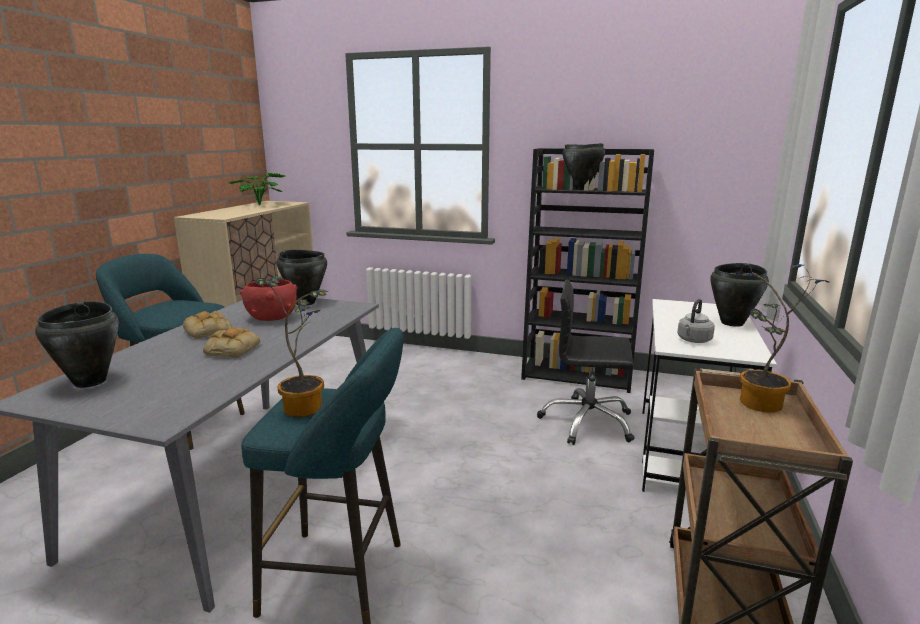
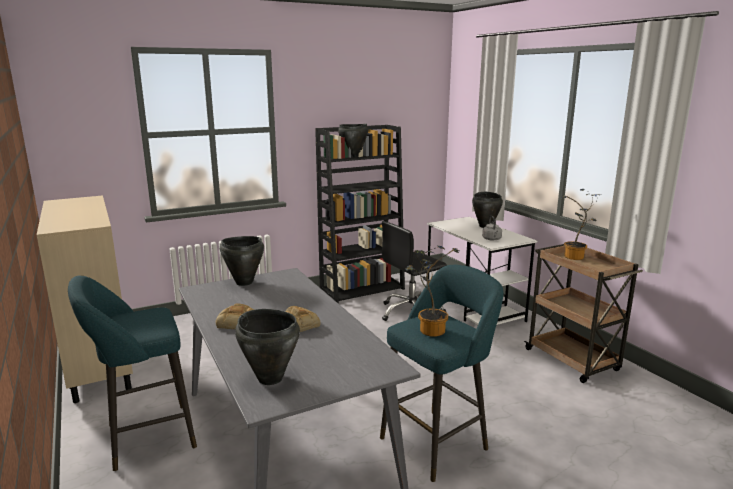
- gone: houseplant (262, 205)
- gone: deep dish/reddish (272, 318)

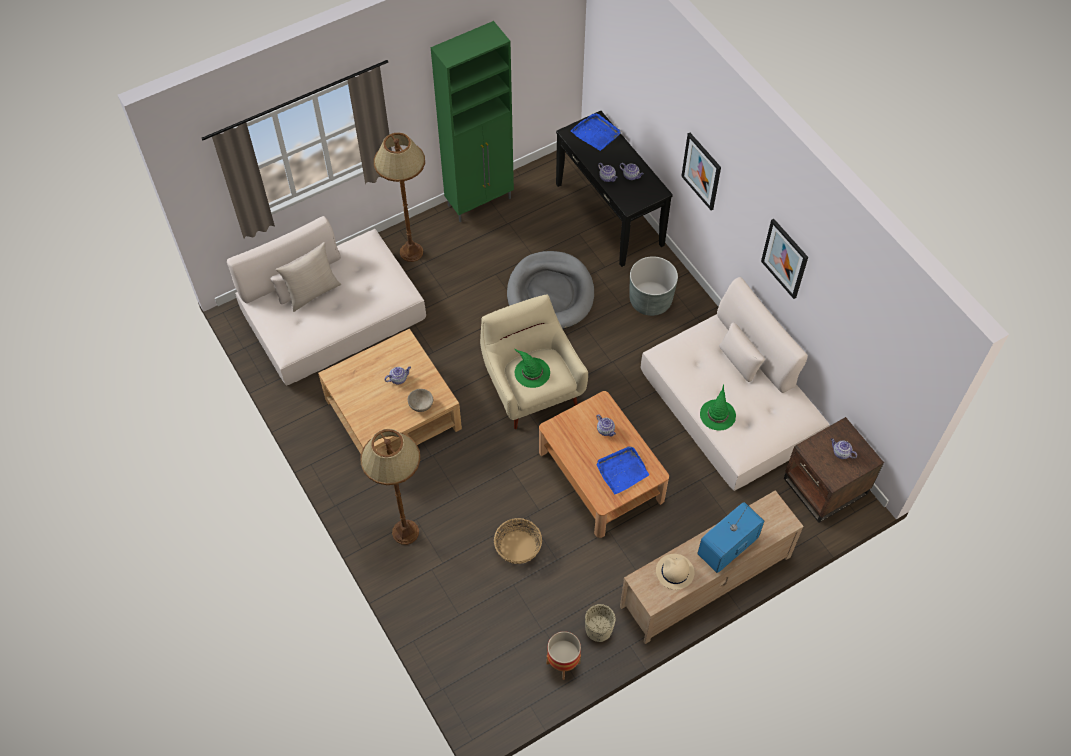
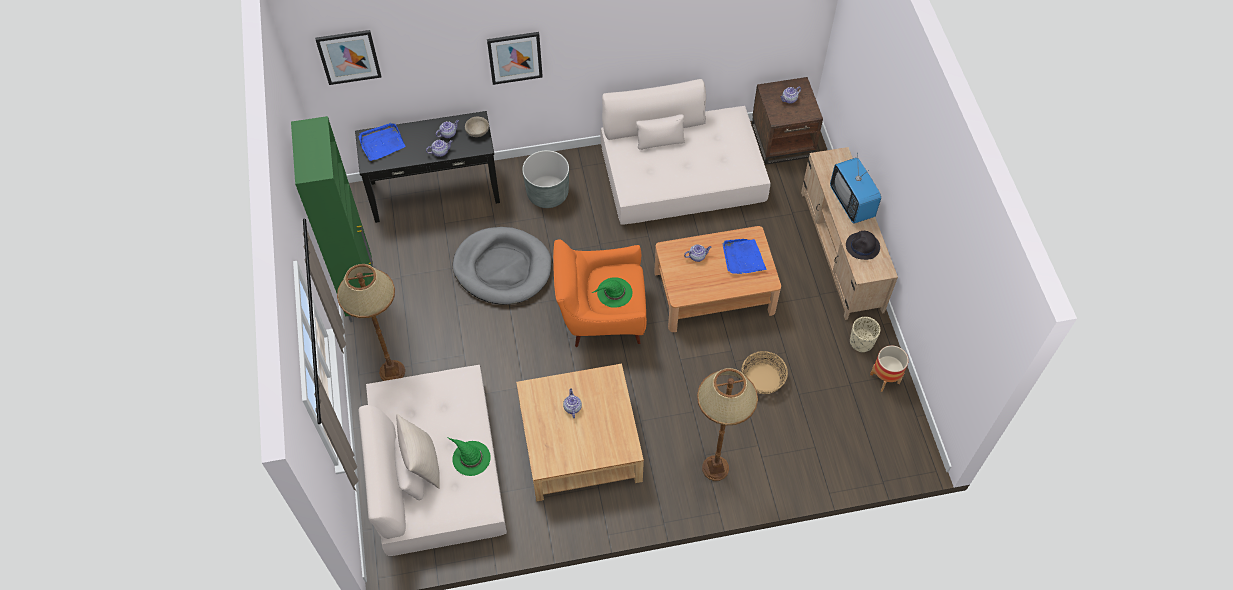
- shifted: deep dish/beige-coloured (421, 404) to (477, 132)
- shifted: wearable hat/greenish (717, 414) to (470, 458)
- shifted: picture (785, 258) to (349, 56)
- repainted: easy chair/beige-coloured (531, 388) to easy chair/orangey (600, 316)
- repainted: wearable hat/beige-coloured (674, 572) to wearable hat/black-coloured (862, 246)

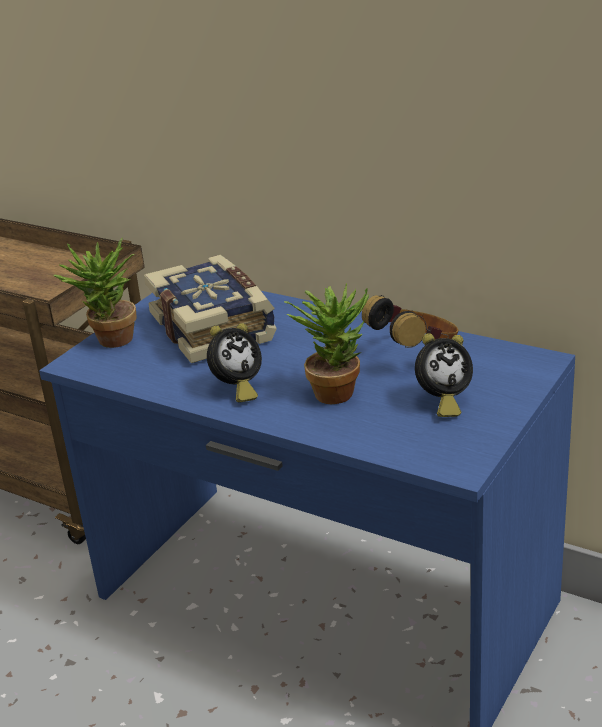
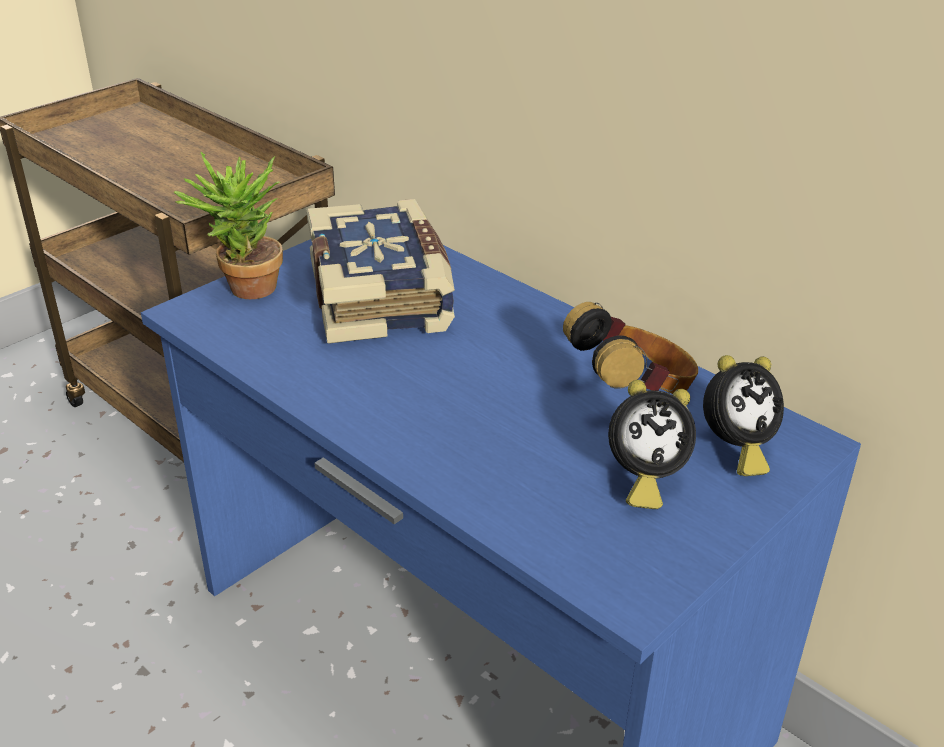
- gone: houseplant (337, 389)
- shifted: alarm clock (237, 389) to (734, 450)

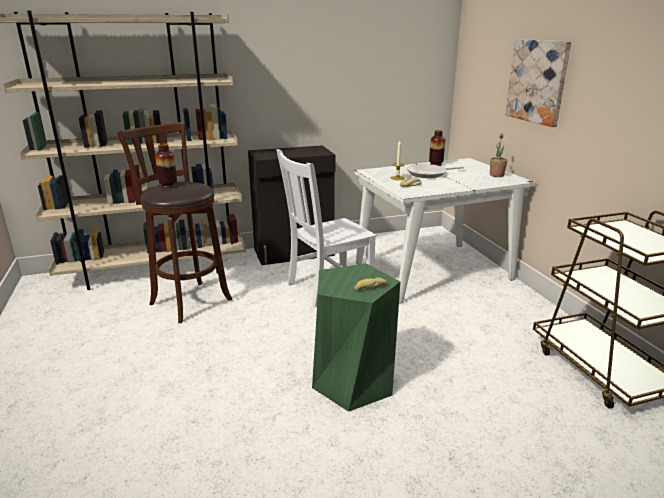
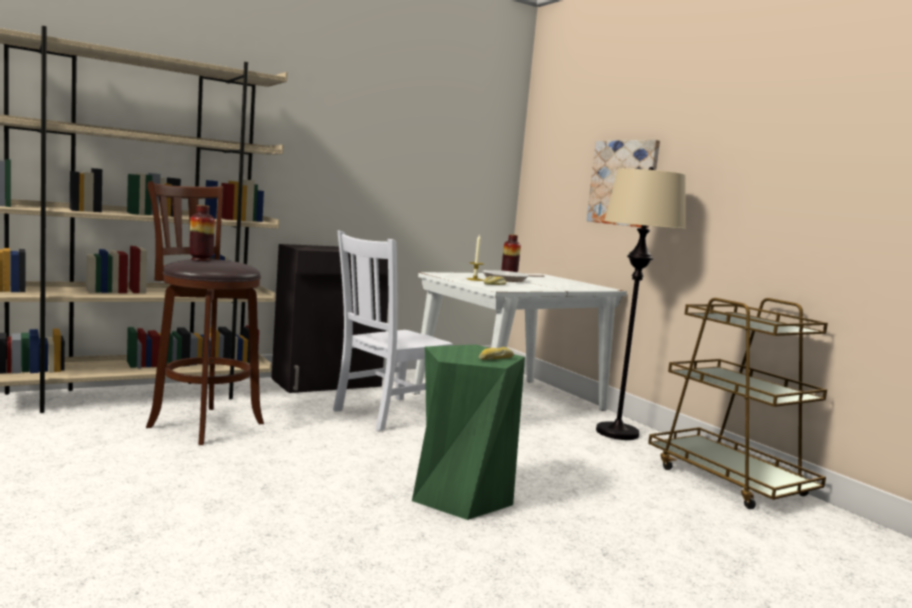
- gone: houseplant (496, 175)
- new: standing lamp/beige-coloured (617, 433)

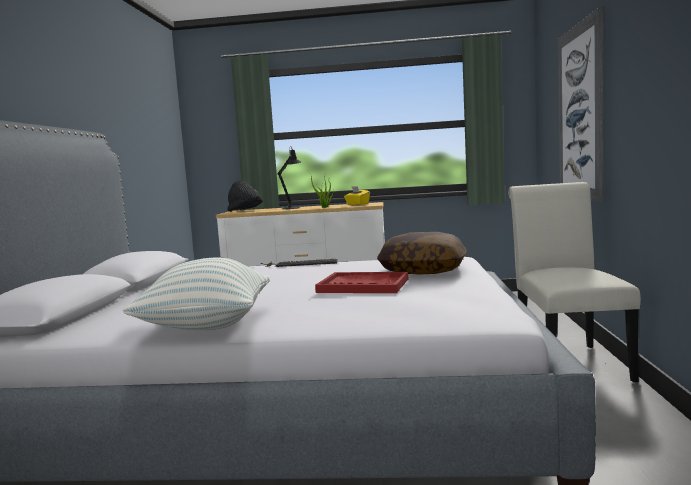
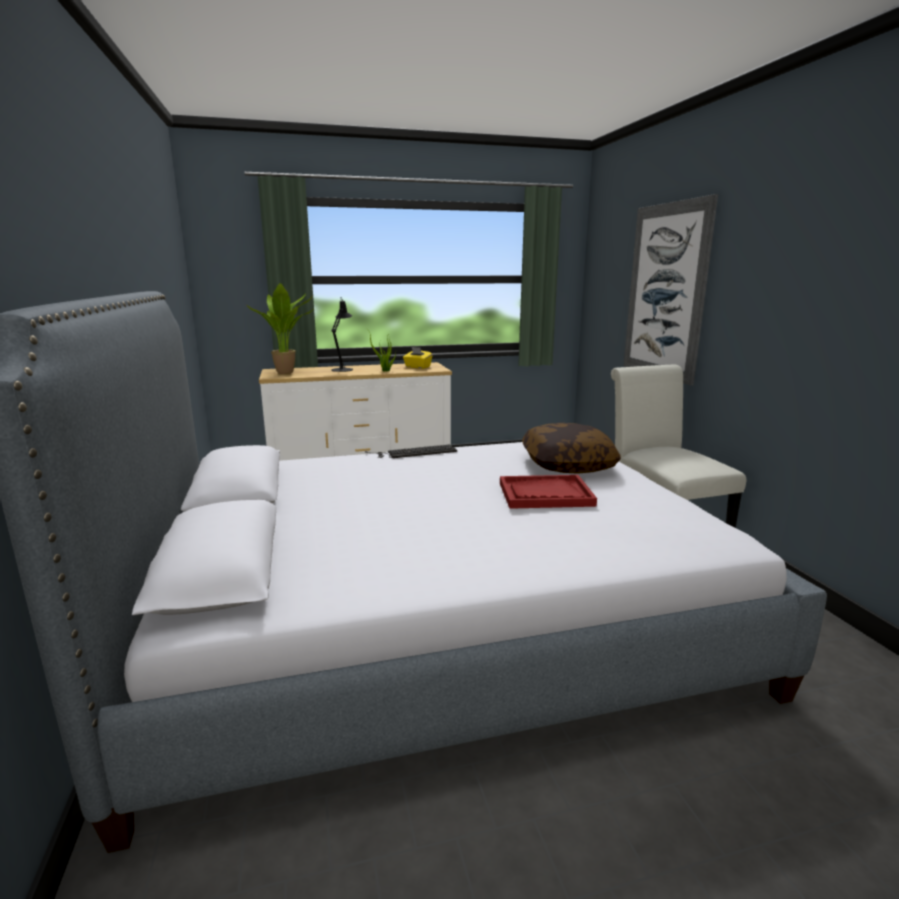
- gone: throw pillow (207, 326)
- swapped: wearable hat/black-coloured (245, 211) to houseplant (288, 373)

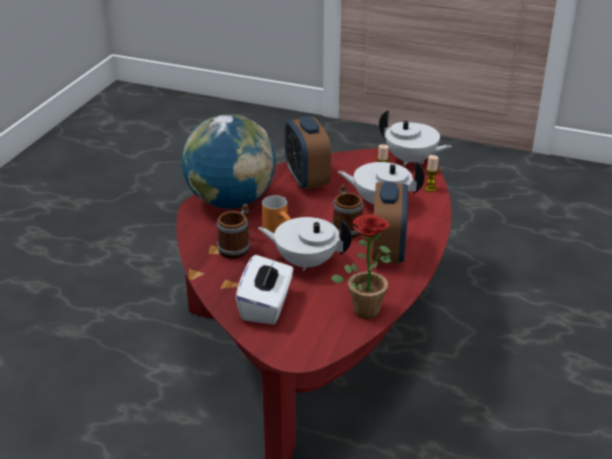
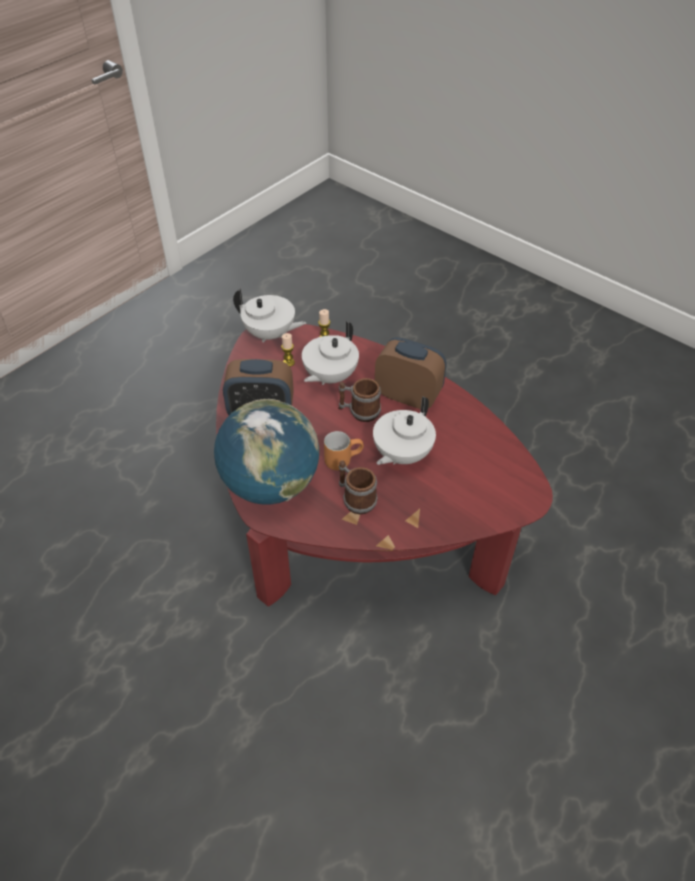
- gone: tissue box/white-coloured (266, 306)
- gone: houseplant (365, 306)
- rotated: teapot/white-coloured (411, 160) = (270, 334) 60 degrees clockwise

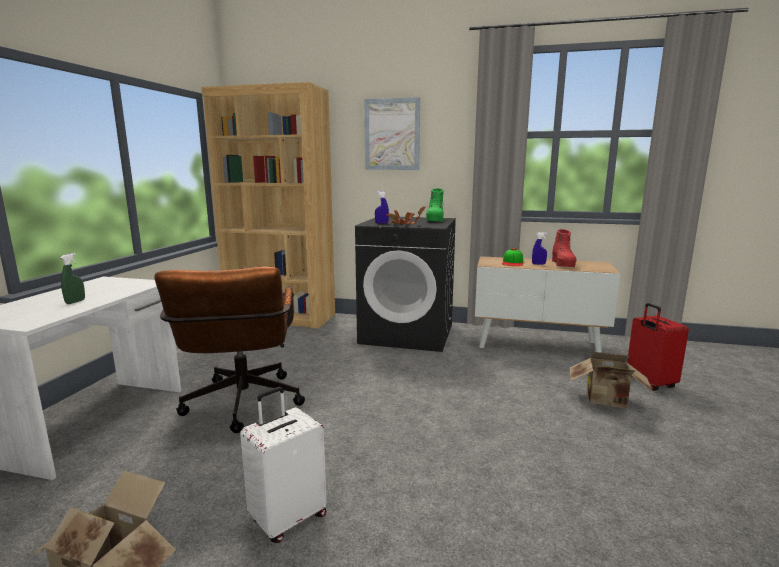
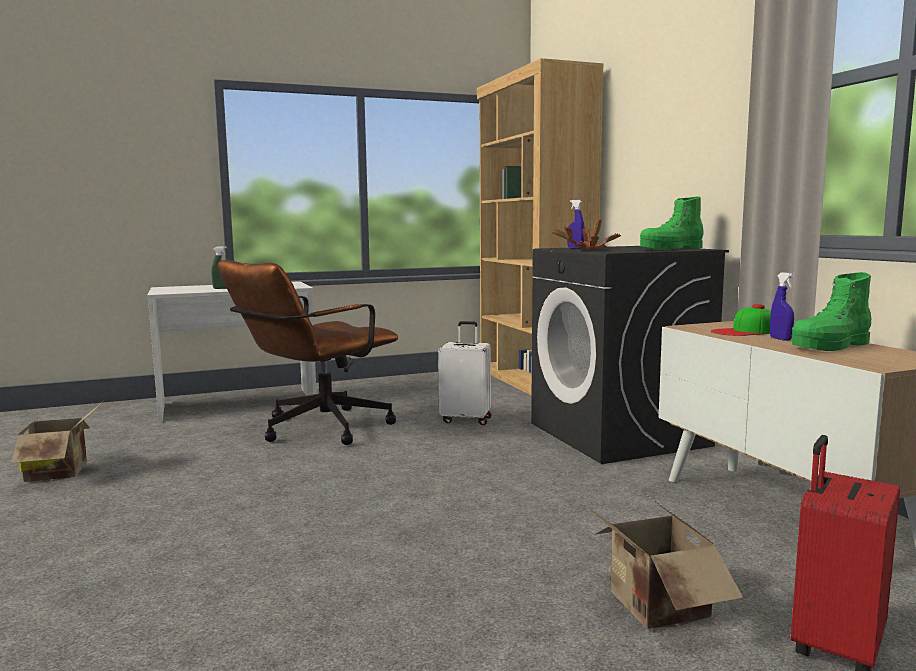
- gone: picture (392, 134)
- shifted: piece of luggage/white-coloured (288, 518) to (466, 420)
- repainted: tall boot/reddish (563, 264) to tall boot/greenish (831, 346)

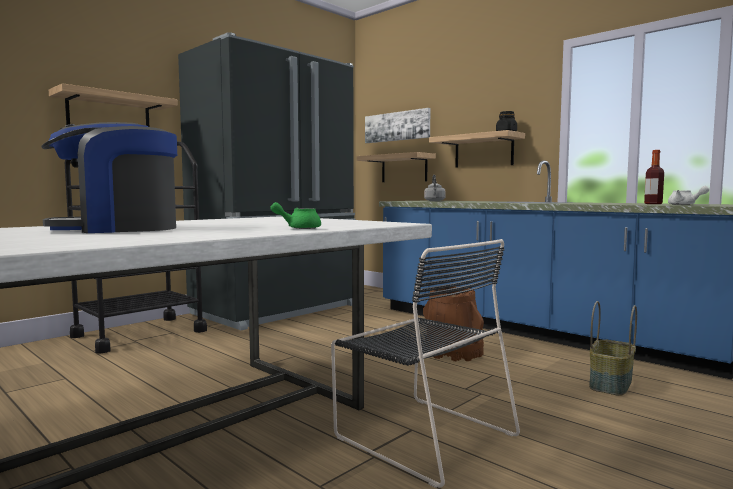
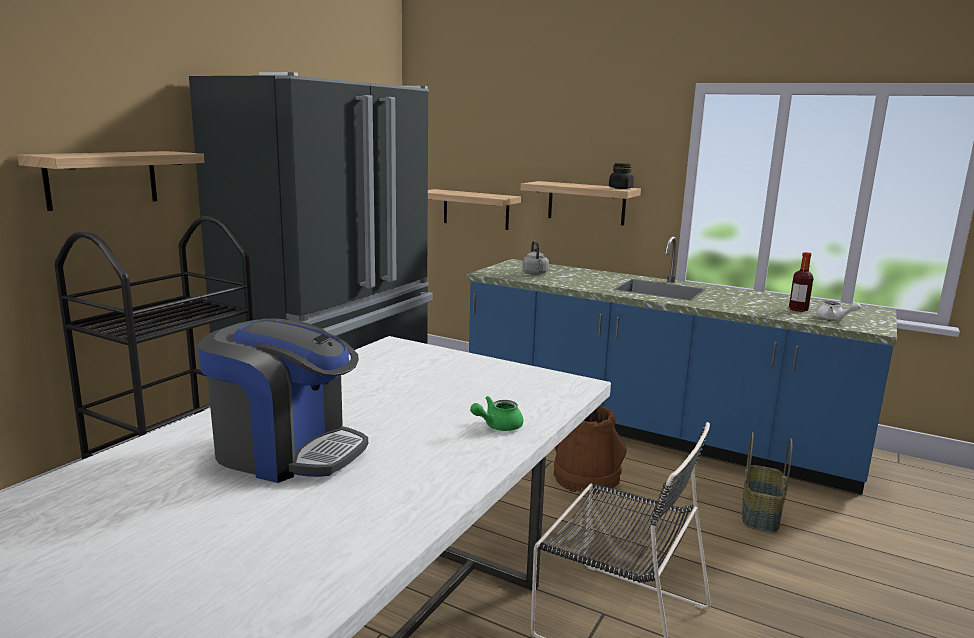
- gone: picture (397, 126)
- rotated: coffee brewer (118, 229) = (287, 451) 120 degrees counterclockwise

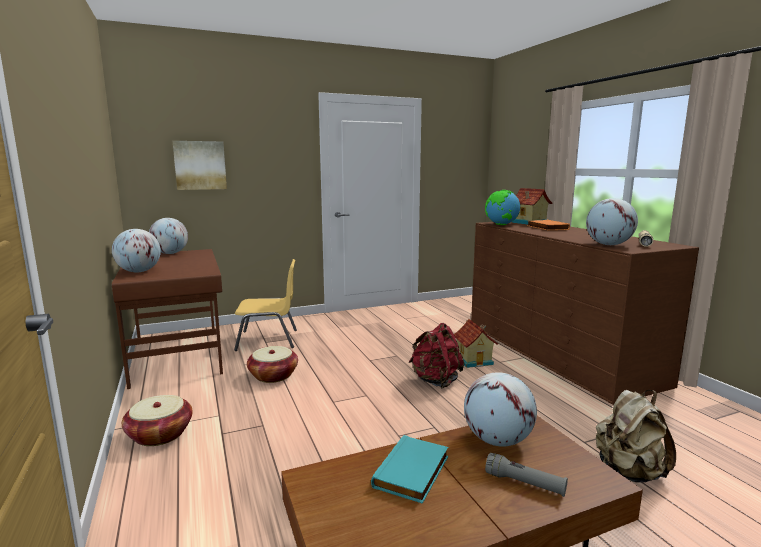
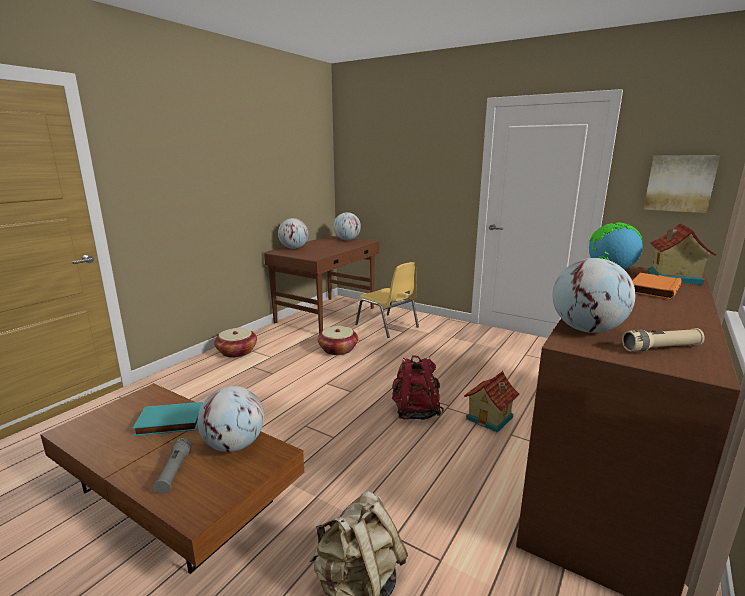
- shifted: picture (200, 165) to (679, 183)

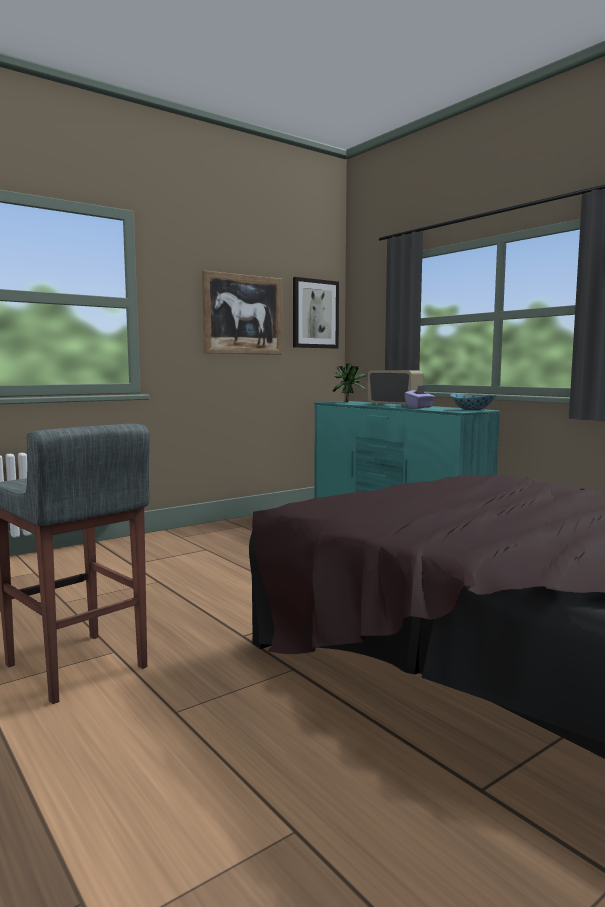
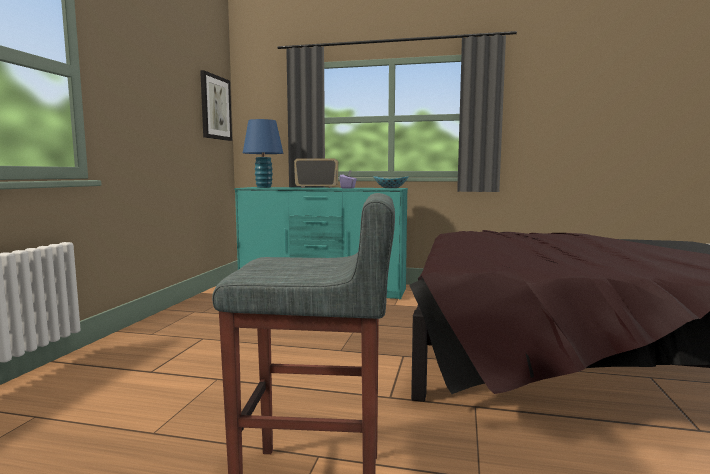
- gone: picture (243, 314)
- swapped: houseplant (348, 402) to lamp for a table/blue-coloured (264, 187)

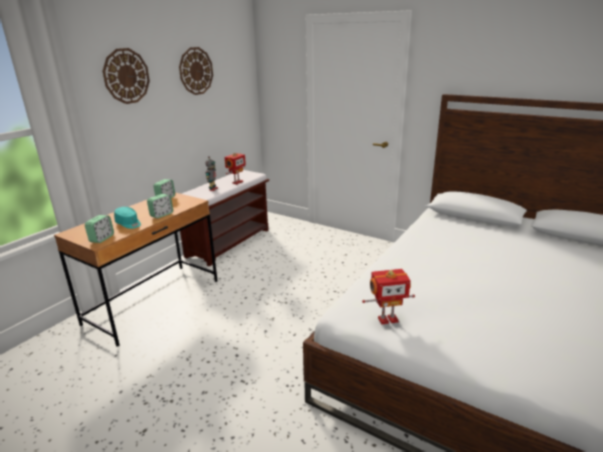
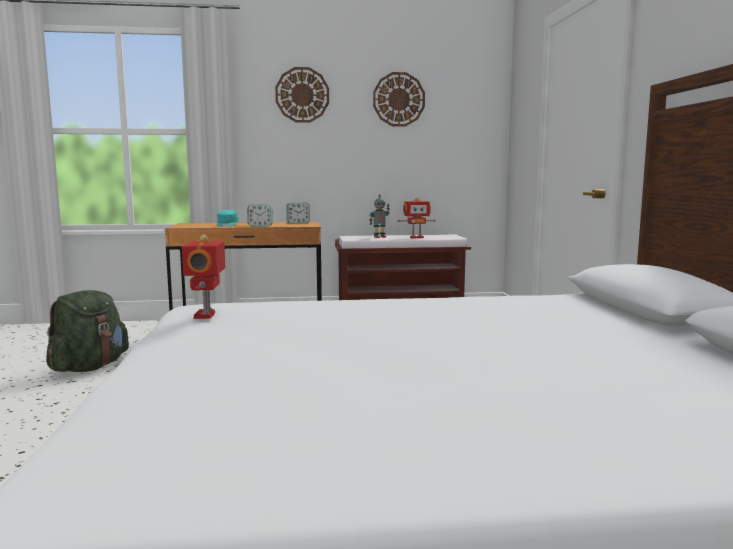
- gone: alarm clock (102, 238)
- new: backpack/greenish (90, 367)
- rotated: model robot (387, 319) = (206, 315) 45 degrees clockwise

